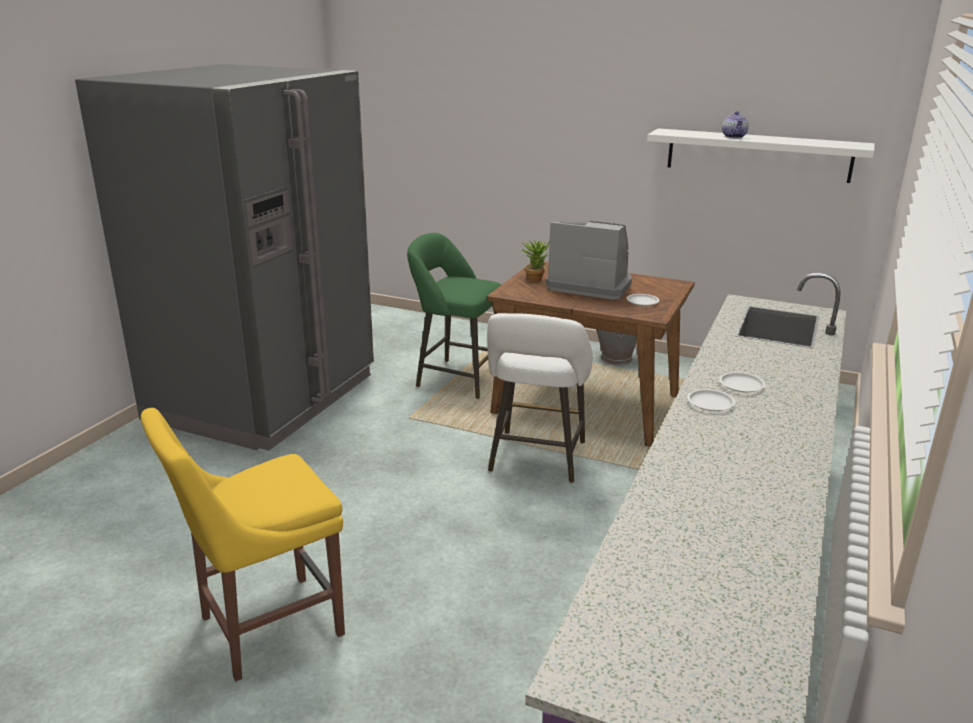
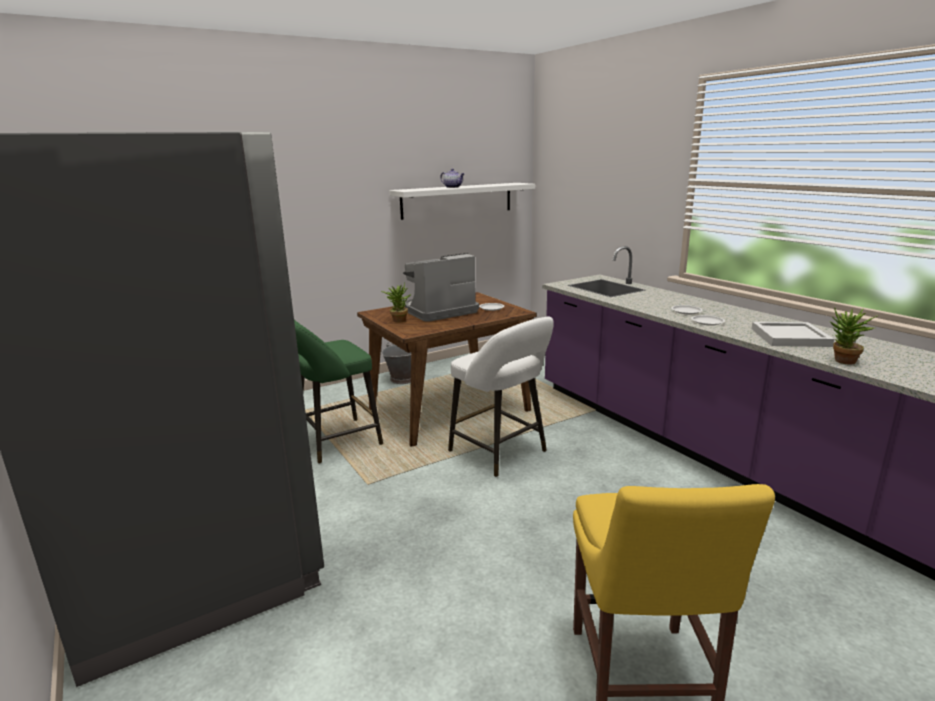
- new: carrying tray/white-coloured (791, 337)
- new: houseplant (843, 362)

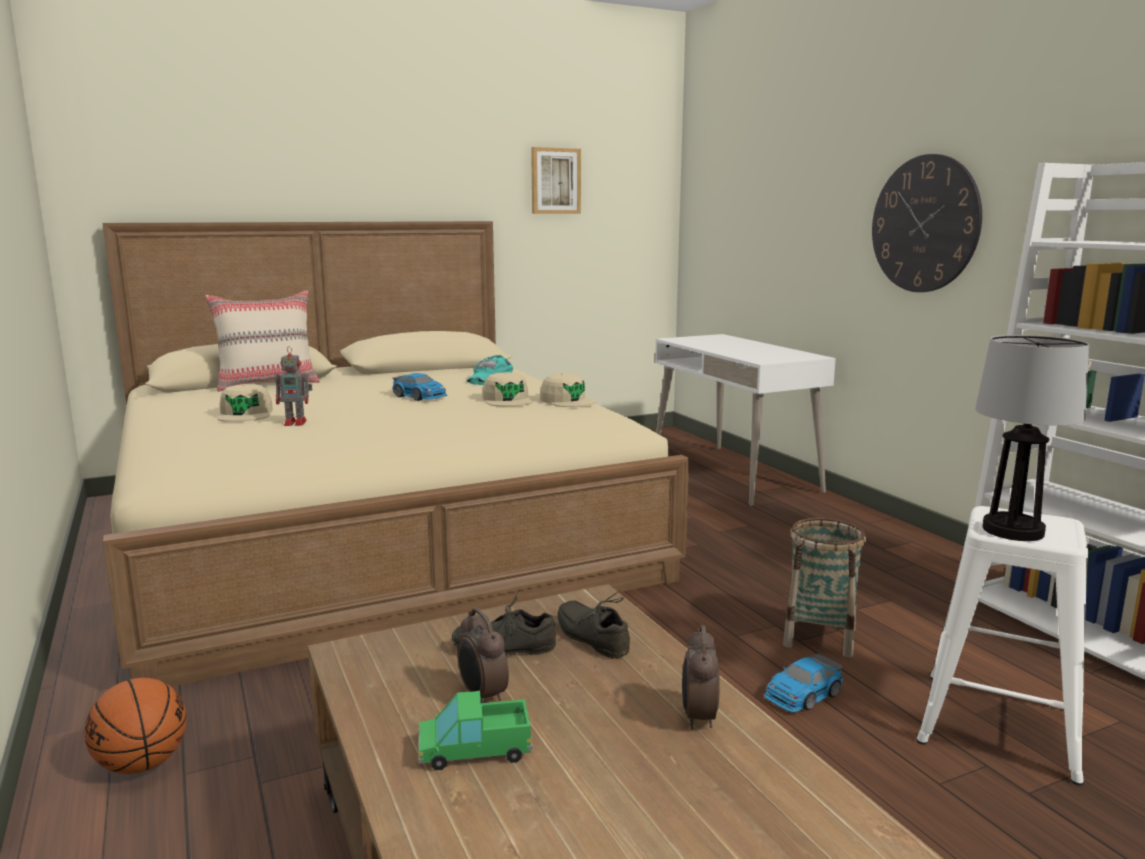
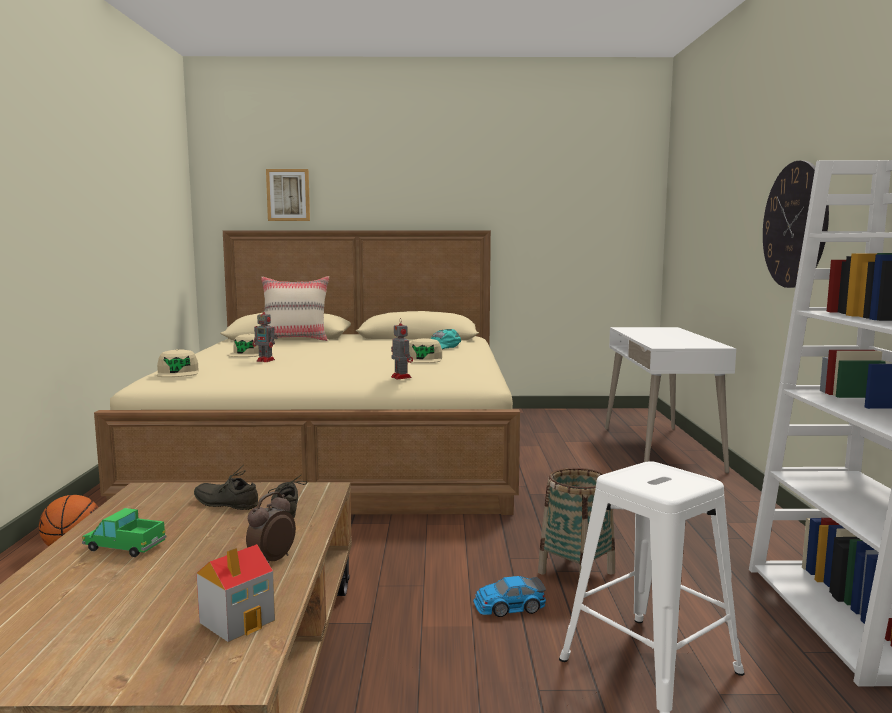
- gone: model car (419, 397)
- gone: alarm clock (482, 697)
- gone: lamp for a table (1012, 530)
- new: miniature house (238, 620)
- new: model robot (400, 377)
- shifted: picture (555, 181) to (288, 195)
- shifted: peaked cap/beige-coloured (567, 401) to (178, 372)

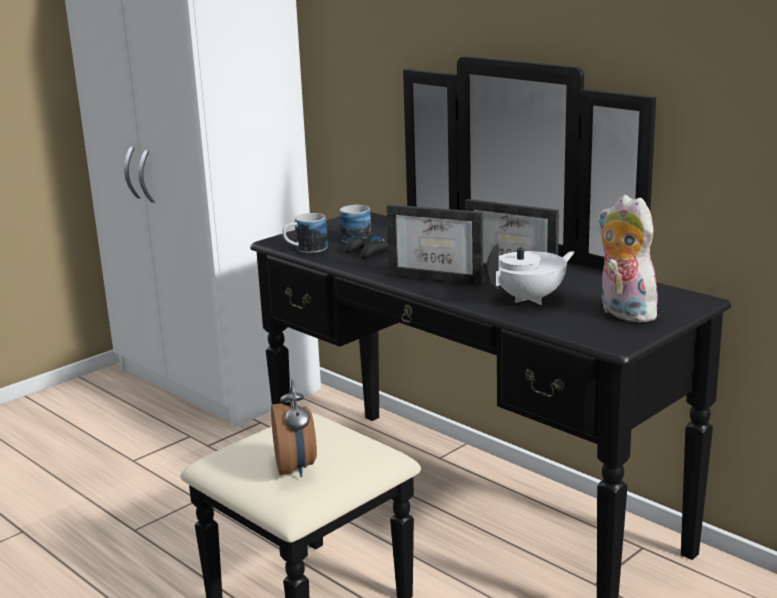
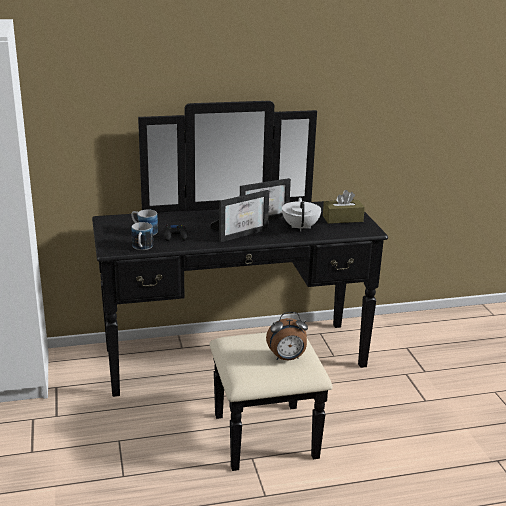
- swapped: plush toy (623, 313) to tissue box/brownish (342, 219)
- rotated: alarm clock (296, 468) = (287, 358) 150 degrees clockwise

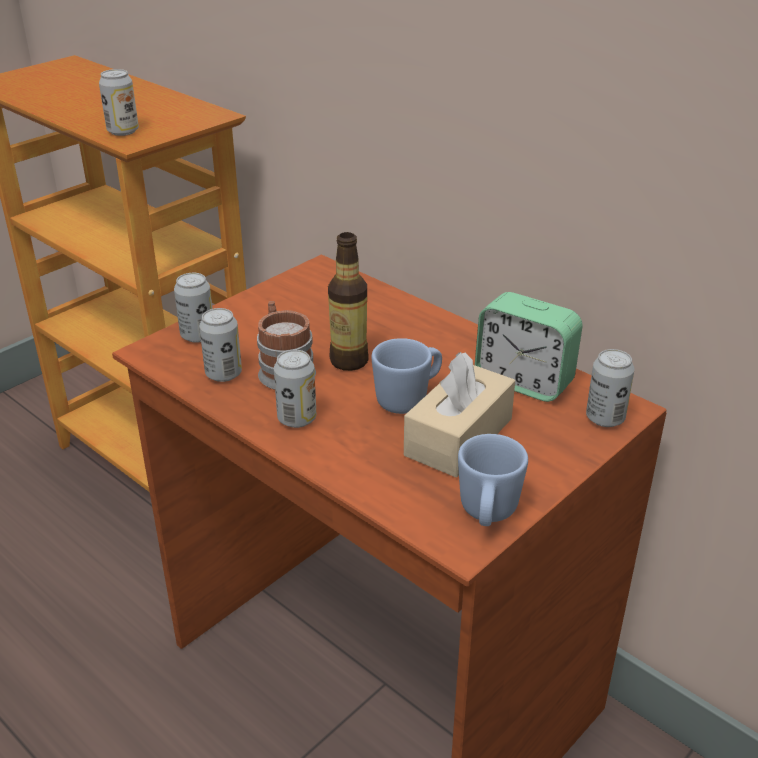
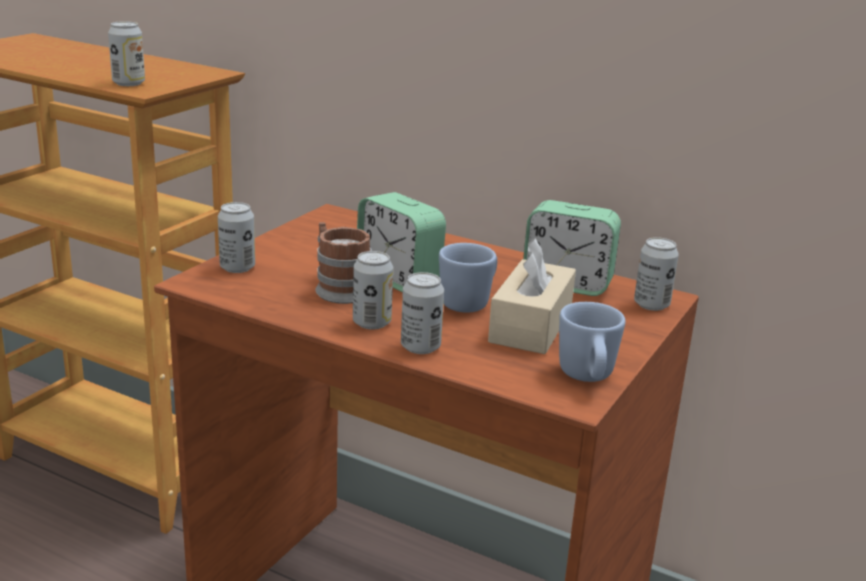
- shifted: can (223, 374) to (420, 347)
- swapped: beverage bottle (349, 361) to alarm clock (398, 278)

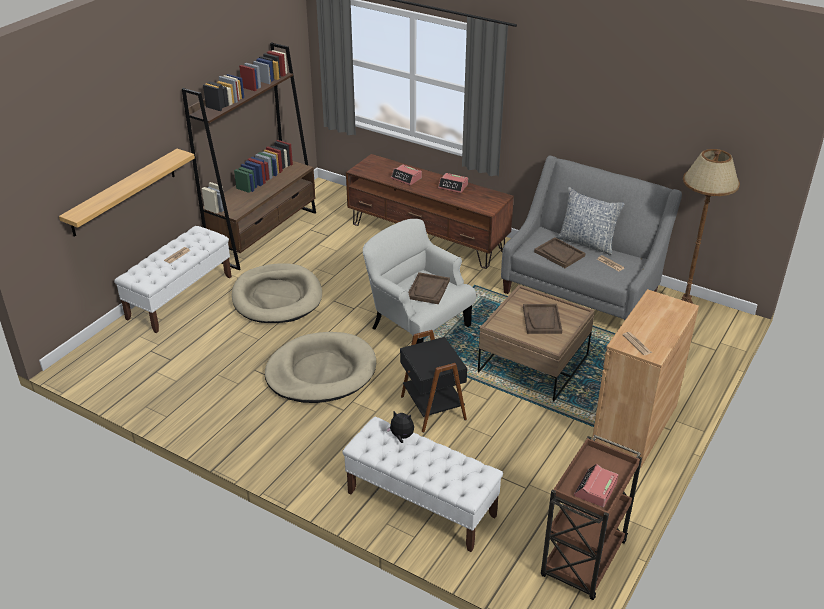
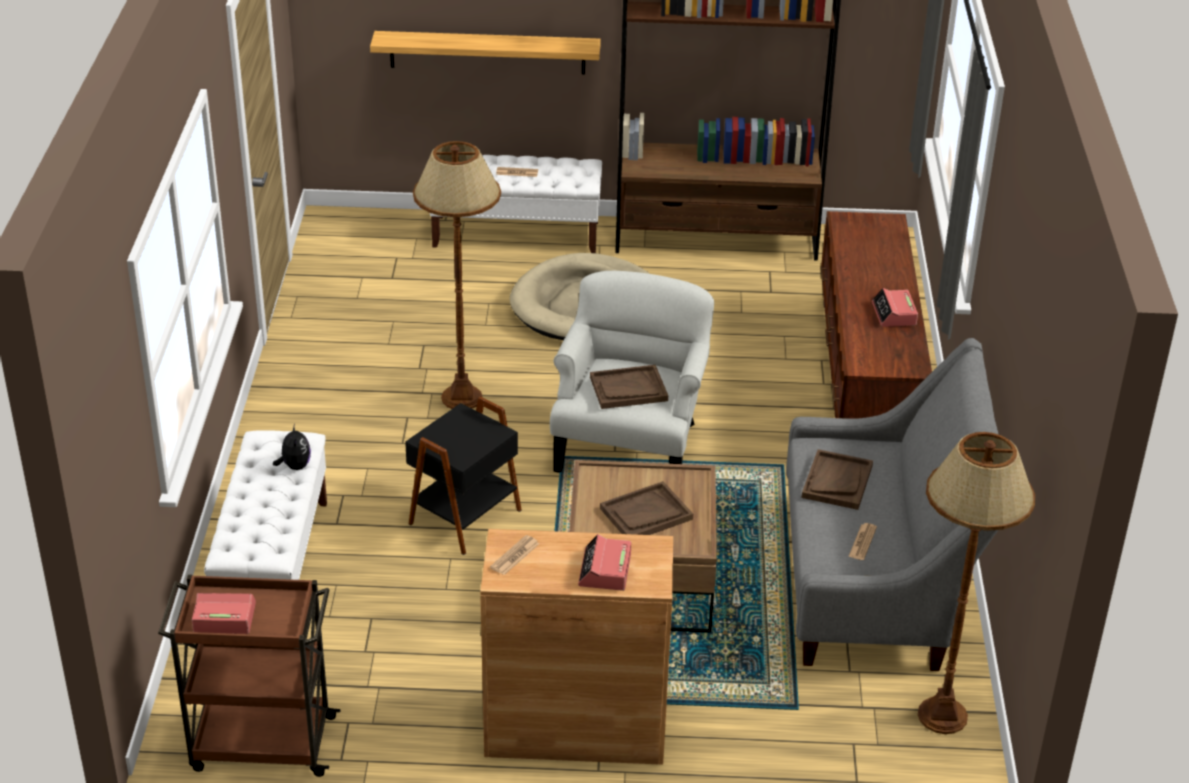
- gone: throw pillow (586, 243)
- shifted: alarm clock (406, 178) to (605, 571)
- swapped: dog bed/beige-coloured (321, 372) to standing lamp/brownish (462, 397)

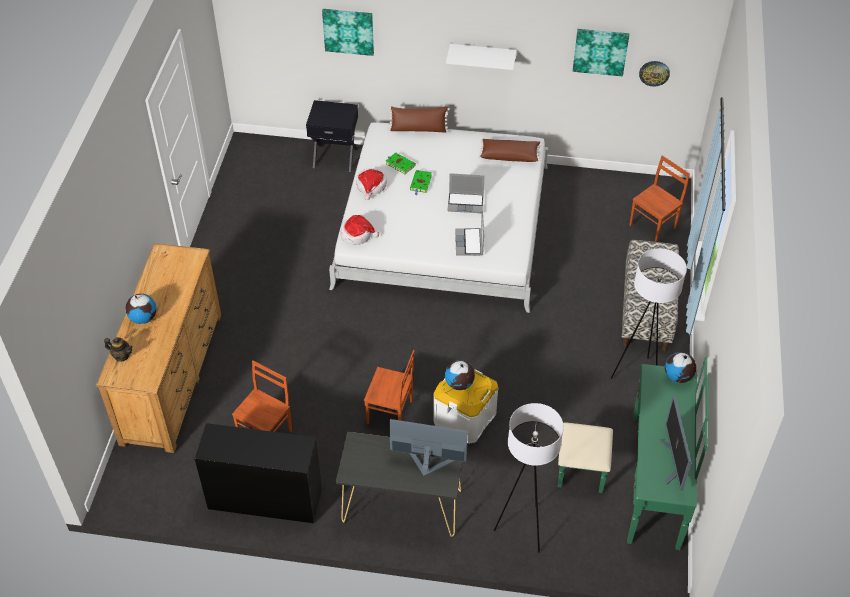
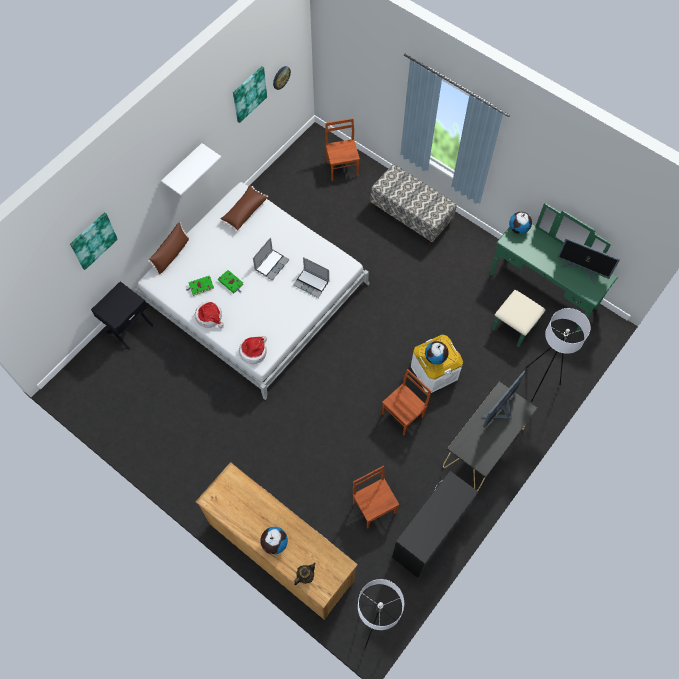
- shifted: standing lamp/white-coloured (637, 376) to (374, 625)

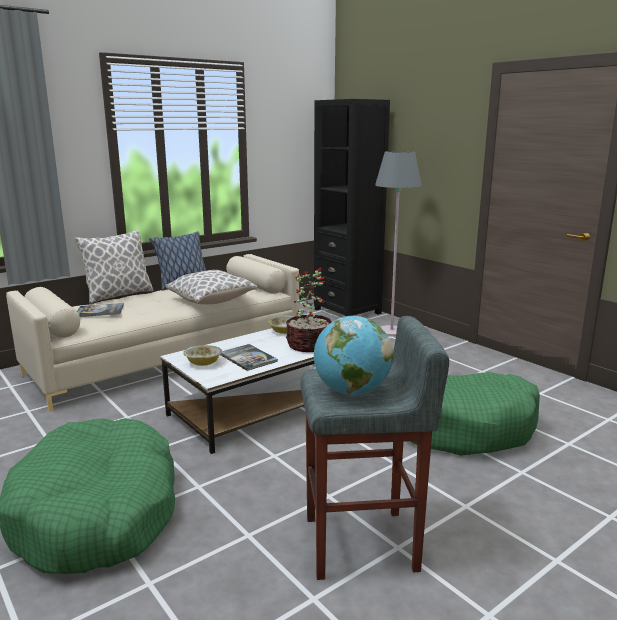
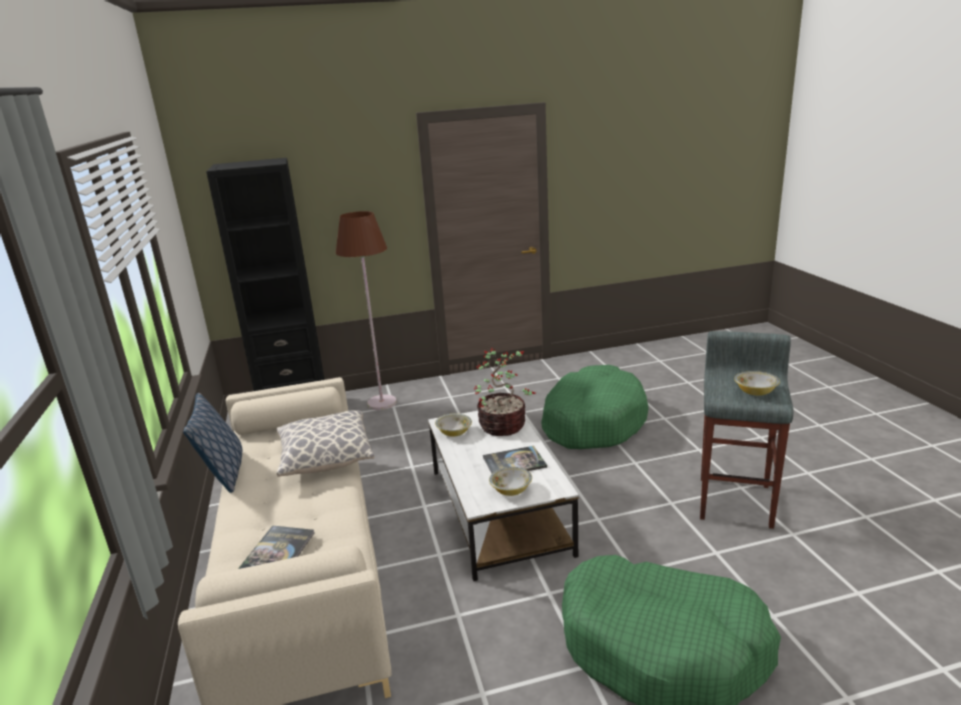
- gone: throw pillow (118, 295)
- swapped: globe (351, 392) to deep dish (755, 392)
- repainted: standing lamp/grey (391, 331) to standing lamp/brownish (382, 403)

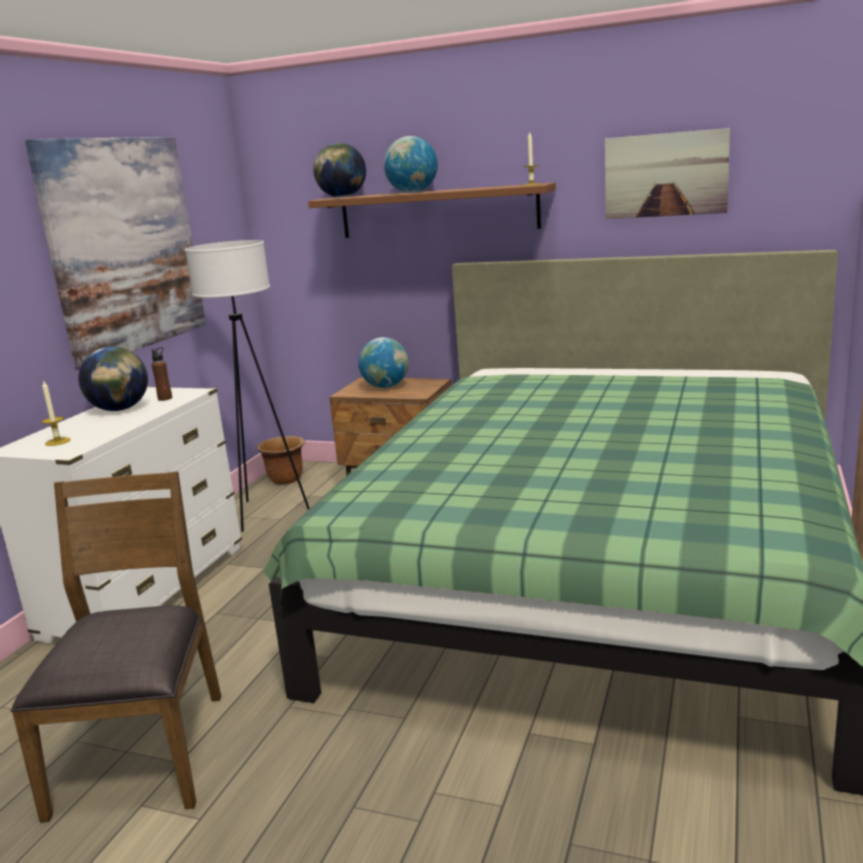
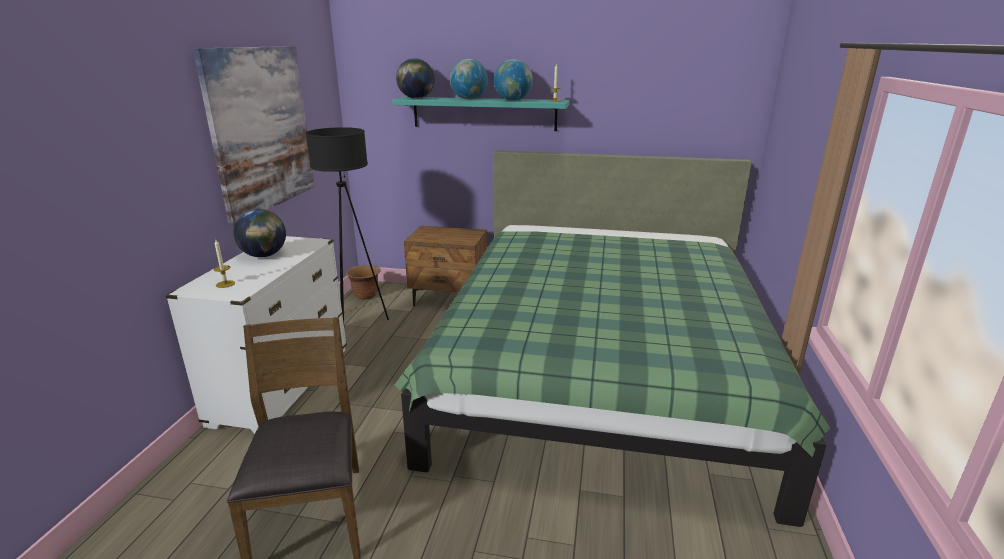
- gone: beverage bottle/brownish (165, 398)
- gone: picture (665, 175)
- shifted: globe (386, 386) to (513, 100)
- repainted: standing lamp/white-coloured (266, 513) to standing lamp/black-coloured (357, 322)
- repainted: shelf/brownish (437, 212) to shelf/turquoise (484, 113)

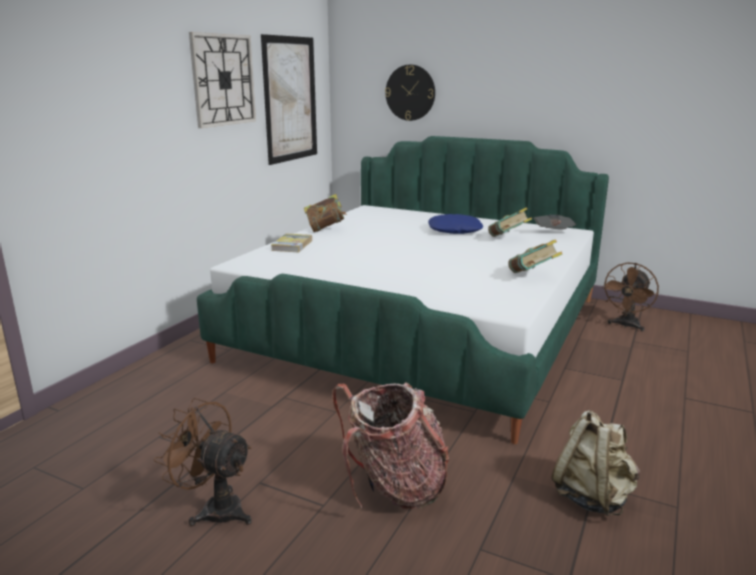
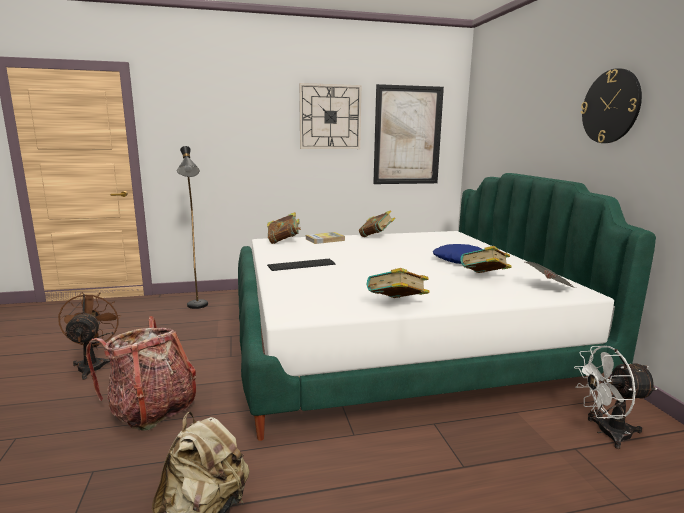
- new: standing lamp/black-coloured (198, 307)
- new: book (284, 241)
- new: computer keyboard (302, 265)
- shifted: hanging clock (410, 92) to (611, 106)
- repainted: fan/brownish (626, 326) to fan/white-coloured (606, 433)

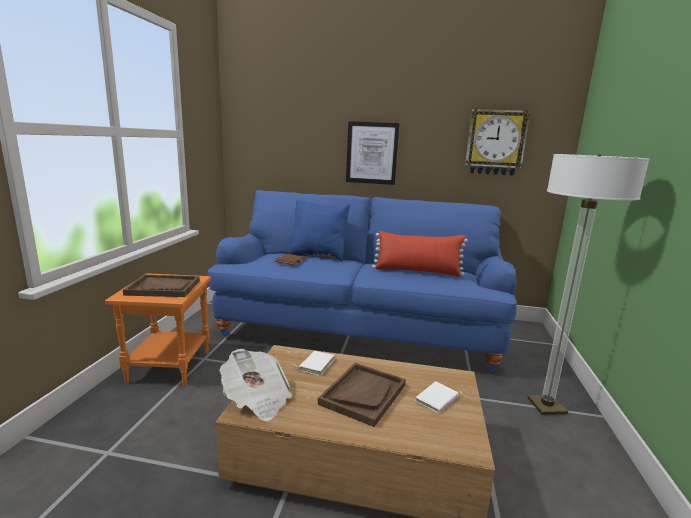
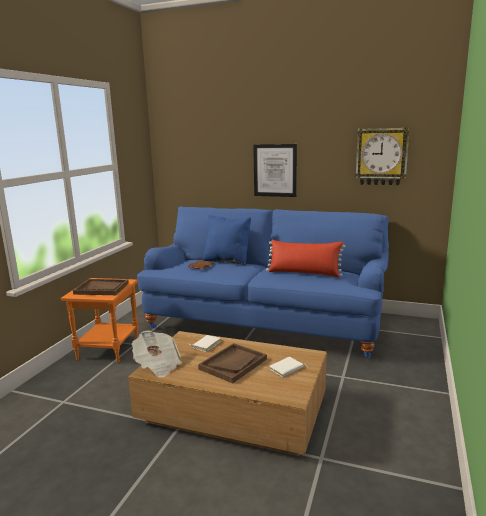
- gone: standing lamp (546, 406)

